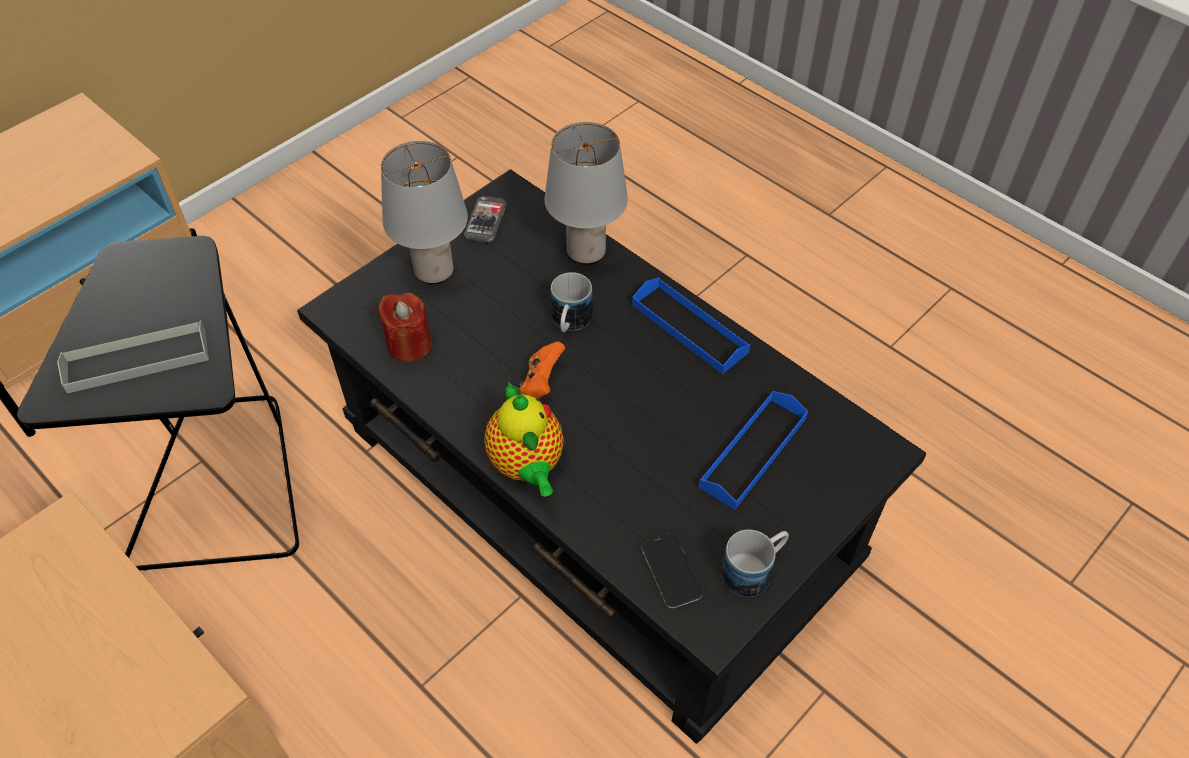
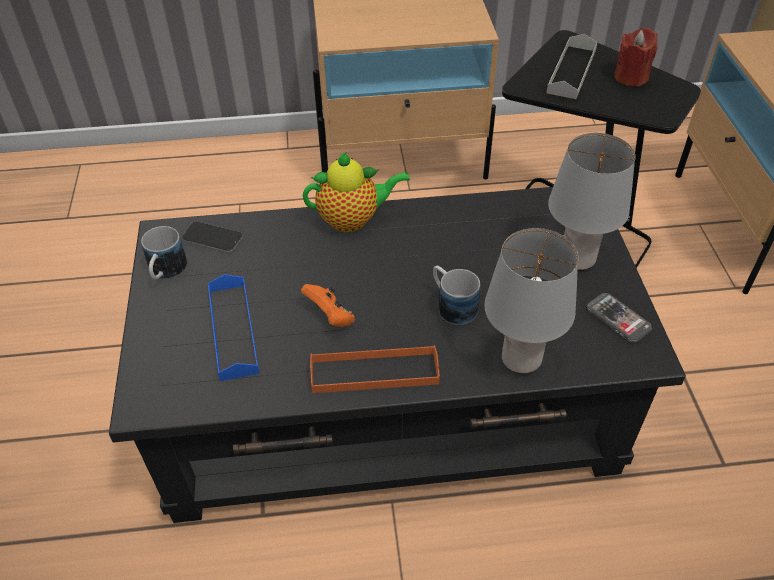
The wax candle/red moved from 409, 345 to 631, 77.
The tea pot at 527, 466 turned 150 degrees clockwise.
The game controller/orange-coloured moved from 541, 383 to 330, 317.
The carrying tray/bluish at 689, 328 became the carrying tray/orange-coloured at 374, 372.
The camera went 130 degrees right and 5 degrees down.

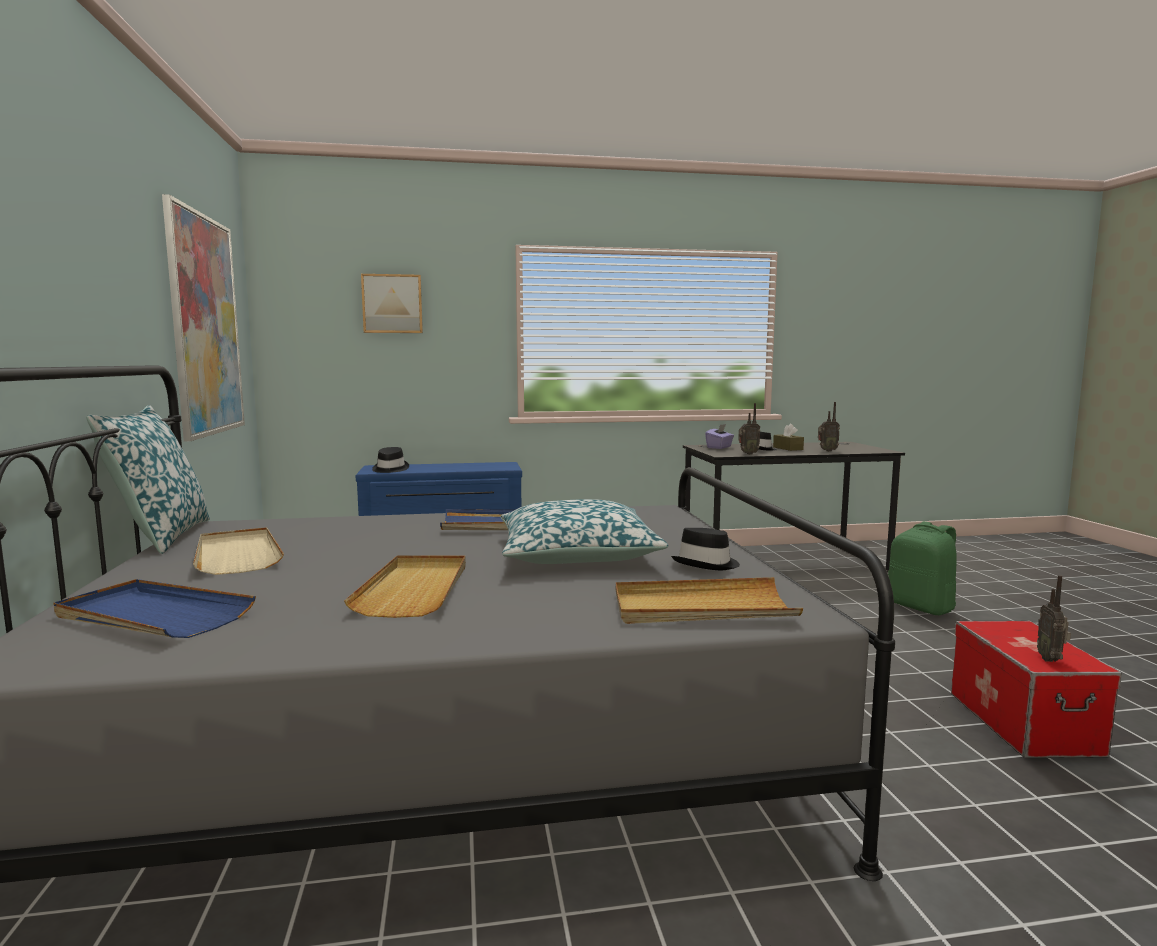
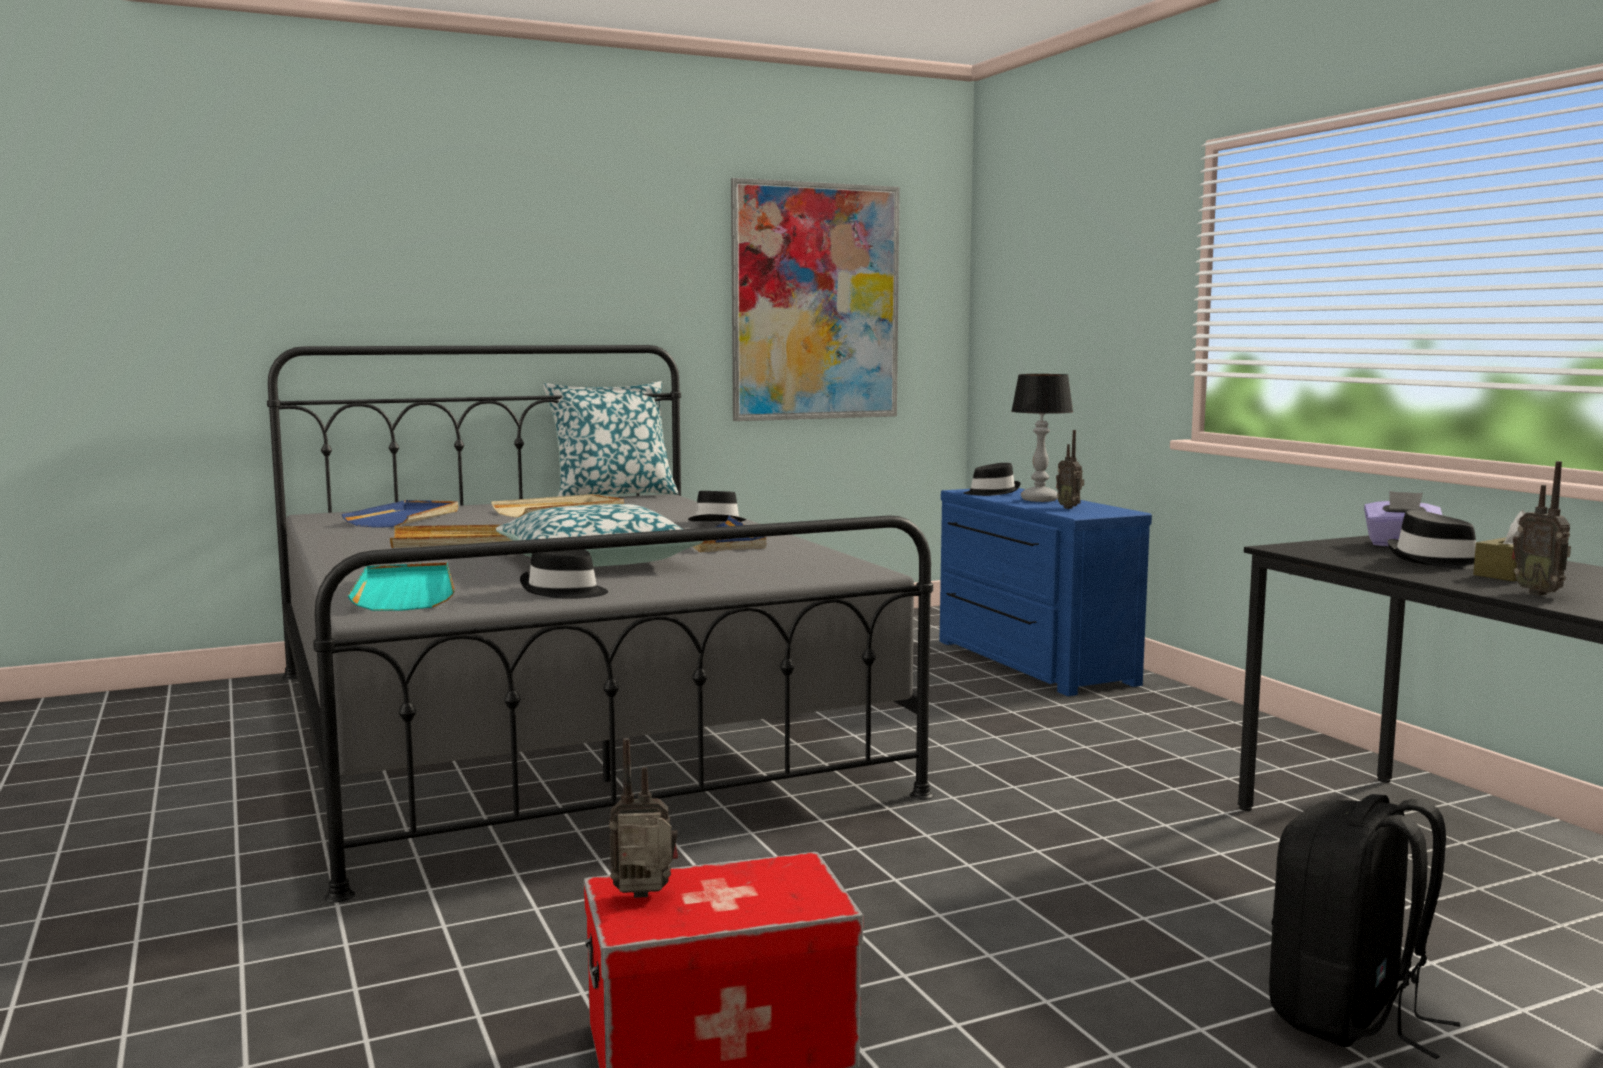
The wall art at 392, 304 disappeared.
The carrying tray/sand-coloured at 701, 608 became the carrying tray/blue-green at 405, 592.
The radio receiver moved from 747, 454 to 1069, 507.
The backpack/green at 921, 607 became the backpack/black-coloured at 1348, 1016.
The wearable hat/black-coloured at 718, 522 appeared.
The lamp for a table at 1039, 500 appeared.
The camera went 75 degrees right and 0 degrees up.

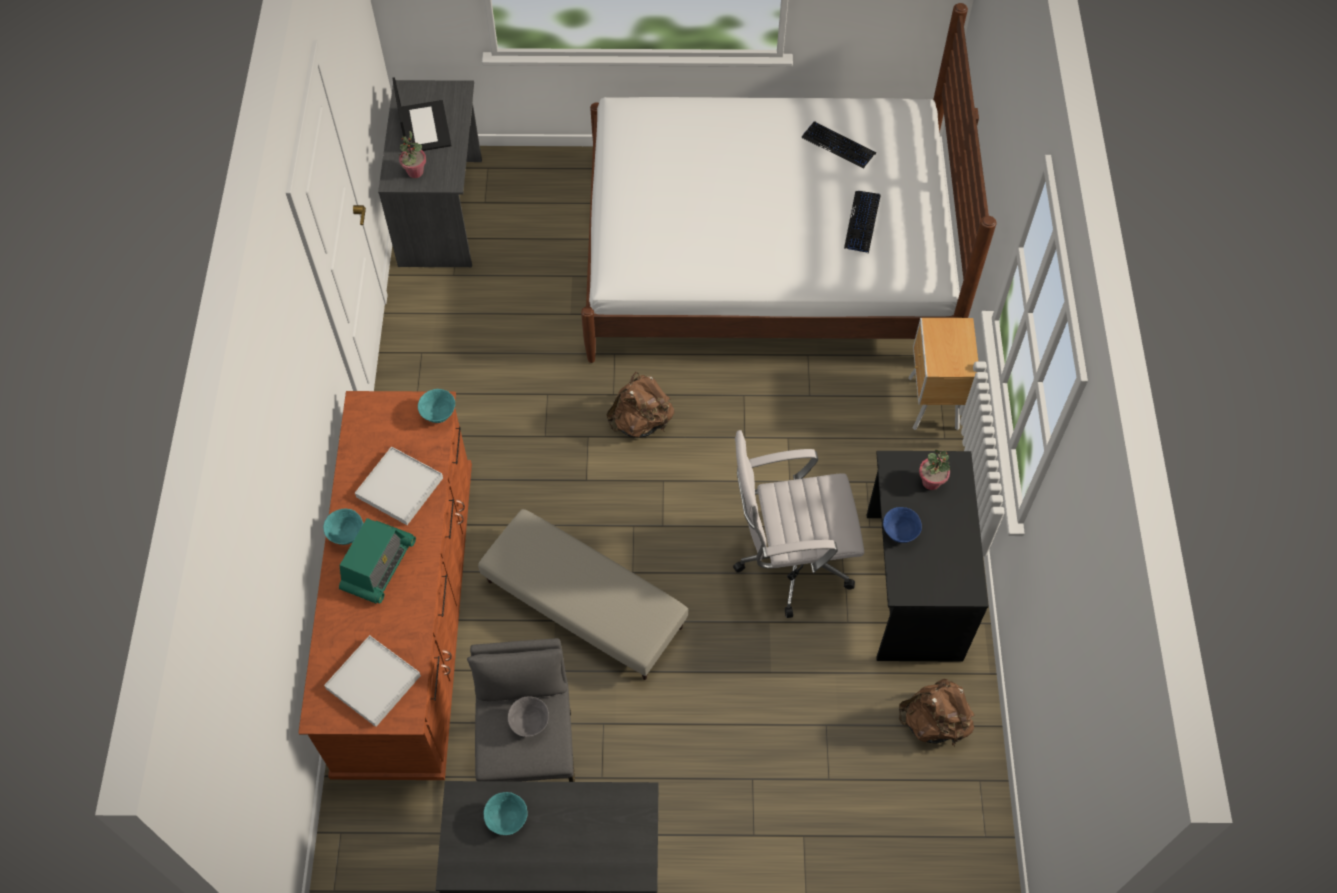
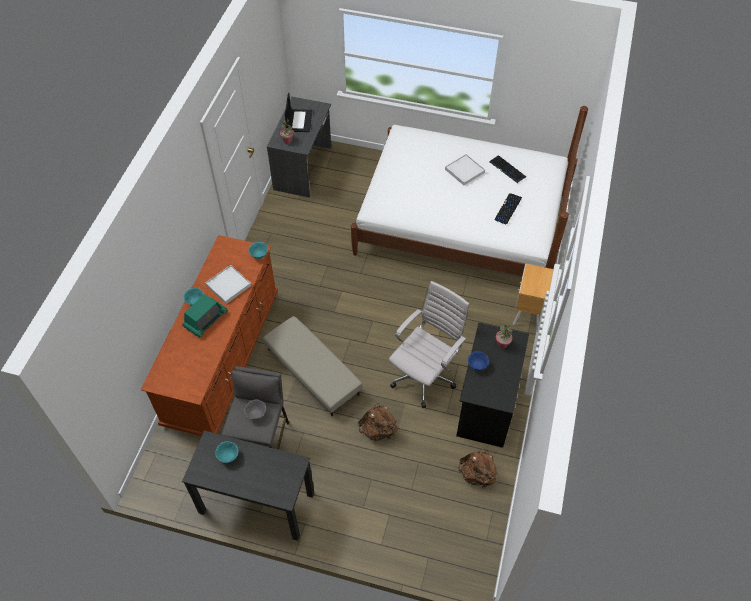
The carrying tray/whitish moved from 373, 682 to 464, 171.
The backpack/brown moved from 641, 422 to 378, 430.
The desk chair/whitish at 788, 562 turned 120 degrees clockwise.
The camera went 15 degrees right and 5 degrees down.

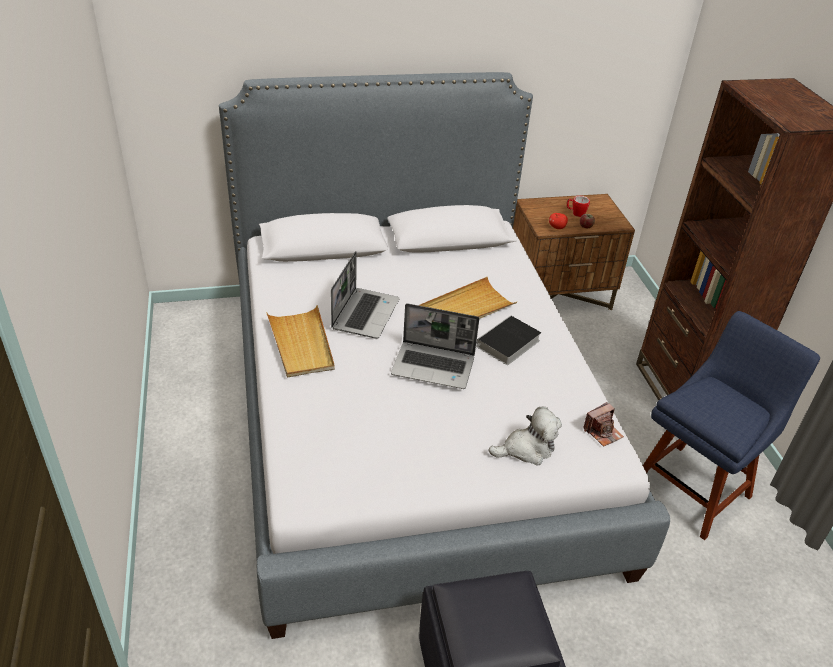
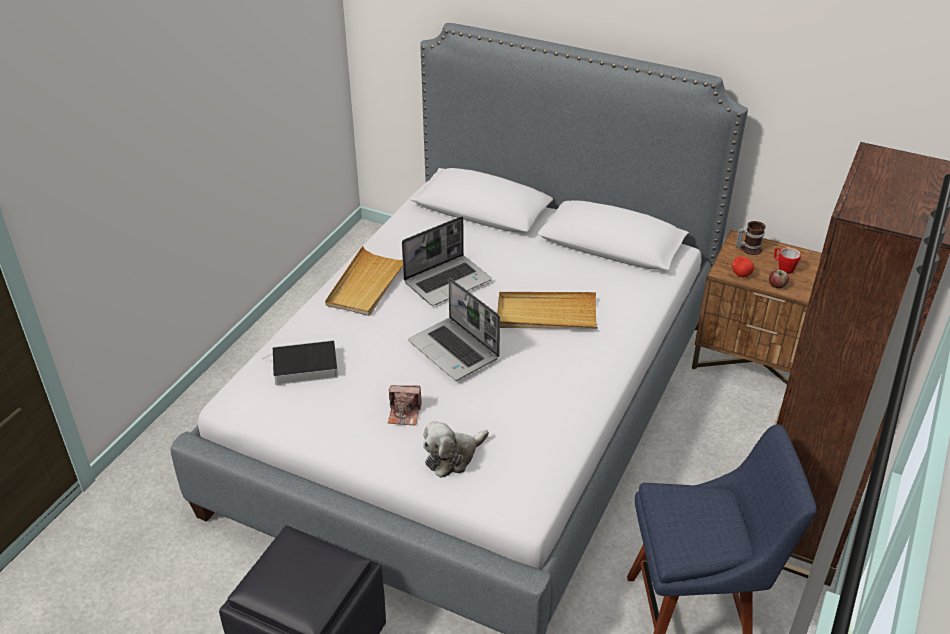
The bound book moved from 507, 344 to 303, 367.
The cuddly toy at 526, 449 turned 120 degrees clockwise.
The still camera moved from 602, 432 to 404, 413.
The coffee mug at 748, 248 appeared.
The camera went 40 degrees right and 0 degrees up.

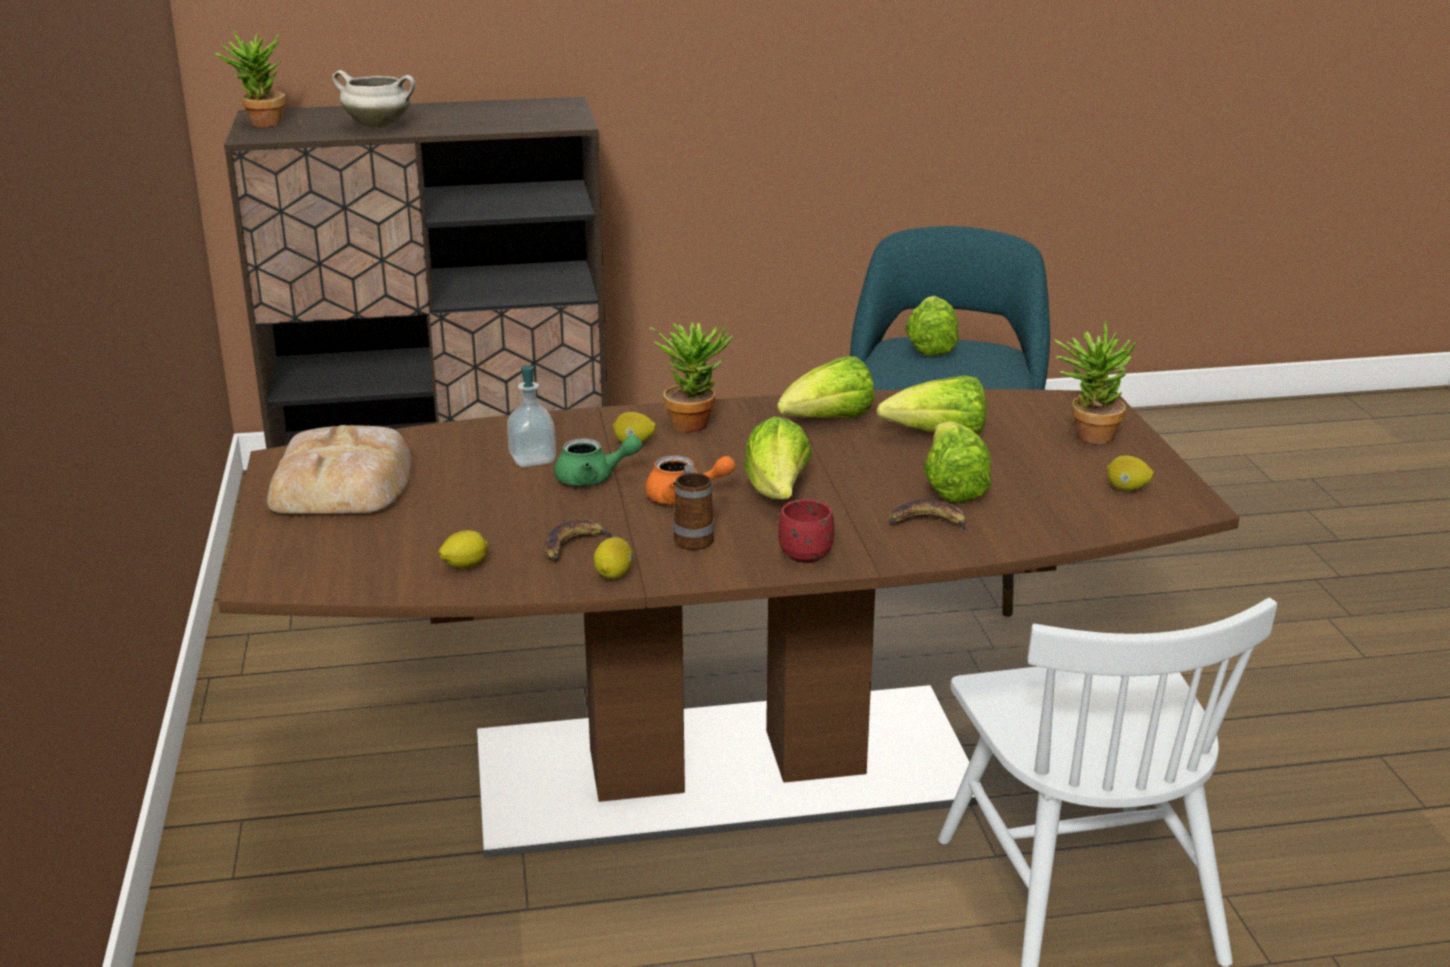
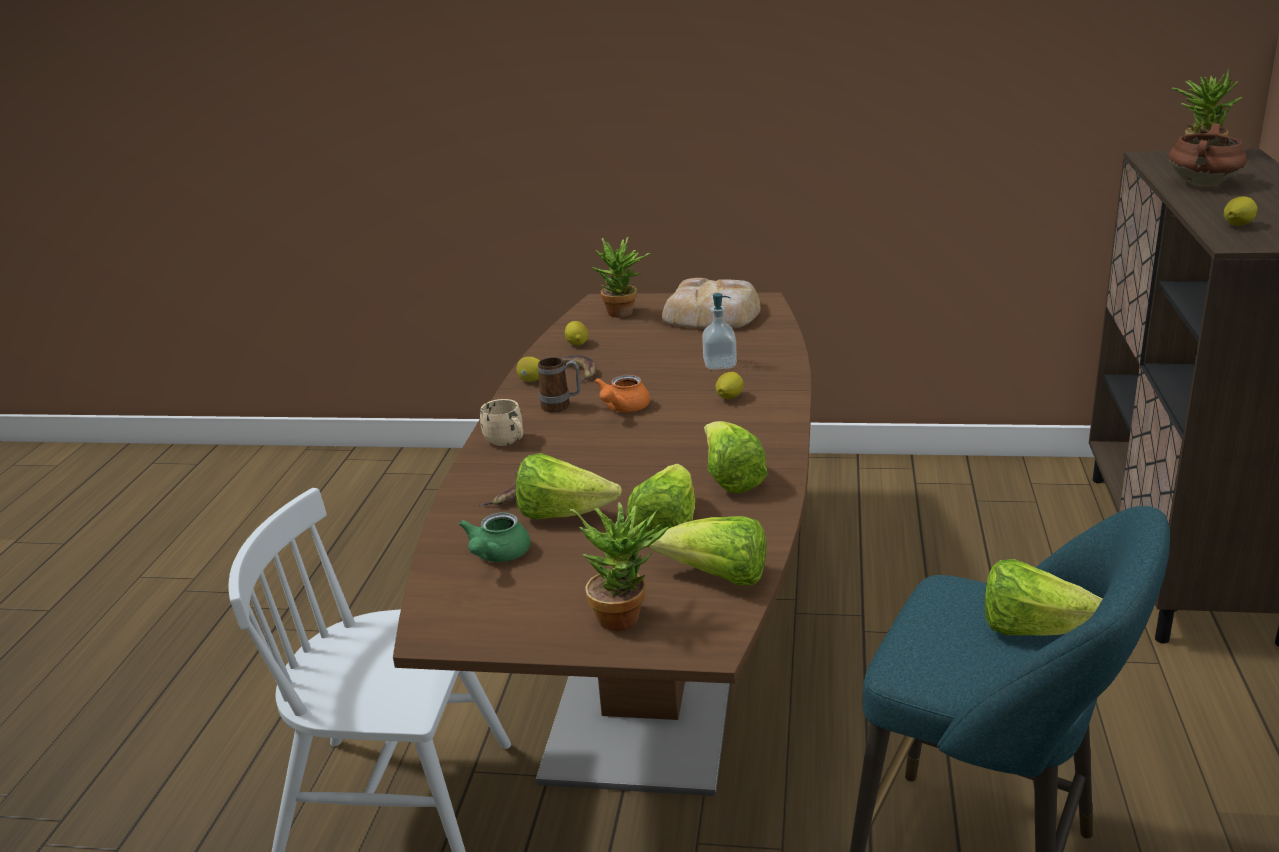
The stockpot/whitish at 379, 126 became the stockpot/brown at 1203, 184.
The tea pot/green moved from 593, 478 to 497, 556.
The plant in a pot moved from 694, 422 to 623, 314.
The head of lettuce moved from 778, 493 to 718, 578.
The coffee mug/red at 808, 551 became the coffee mug/sand-coloured at 507, 442.
The citrus fruit moved from 1127, 489 to 1237, 225.
The camera went 110 degrees right and 0 degrees up.

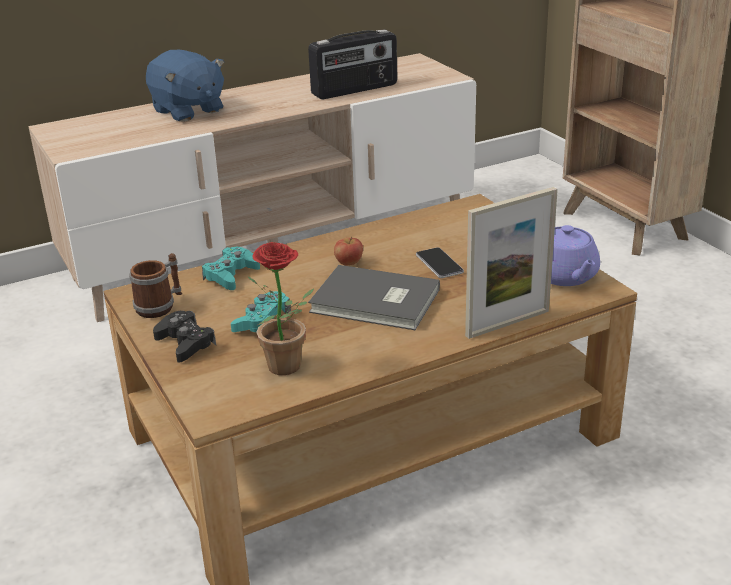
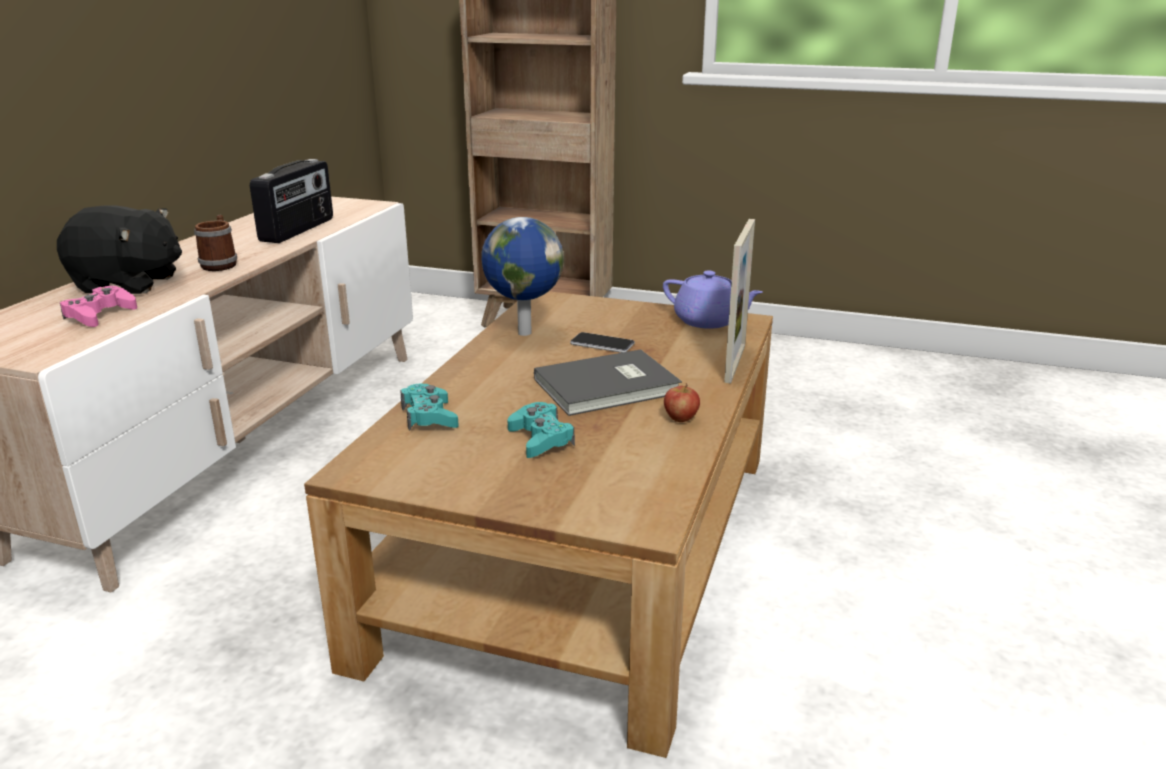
The coffee mug moved from 160, 306 to 221, 264.
The cuddly toy/bluish at 188, 111 became the cuddly toy/black-coloured at 128, 284.
The game controller/black-coloured at 185, 343 disappeared.
The plant in a pot at 288, 369 disappeared.
The apple moved from 348, 263 to 680, 418.
The game controller/pinkish at 99, 315 appeared.
The desk globe at 523, 333 appeared.
The camera went 45 degrees left and 5 degrees down.

